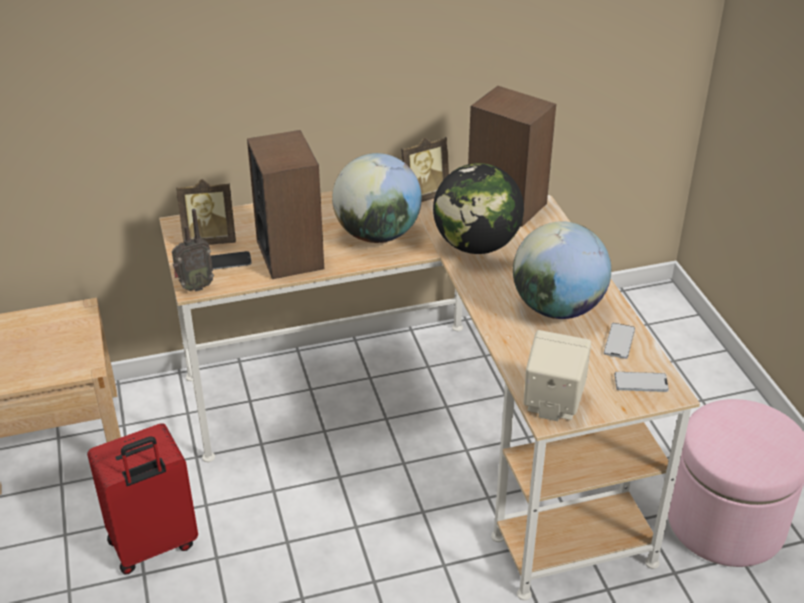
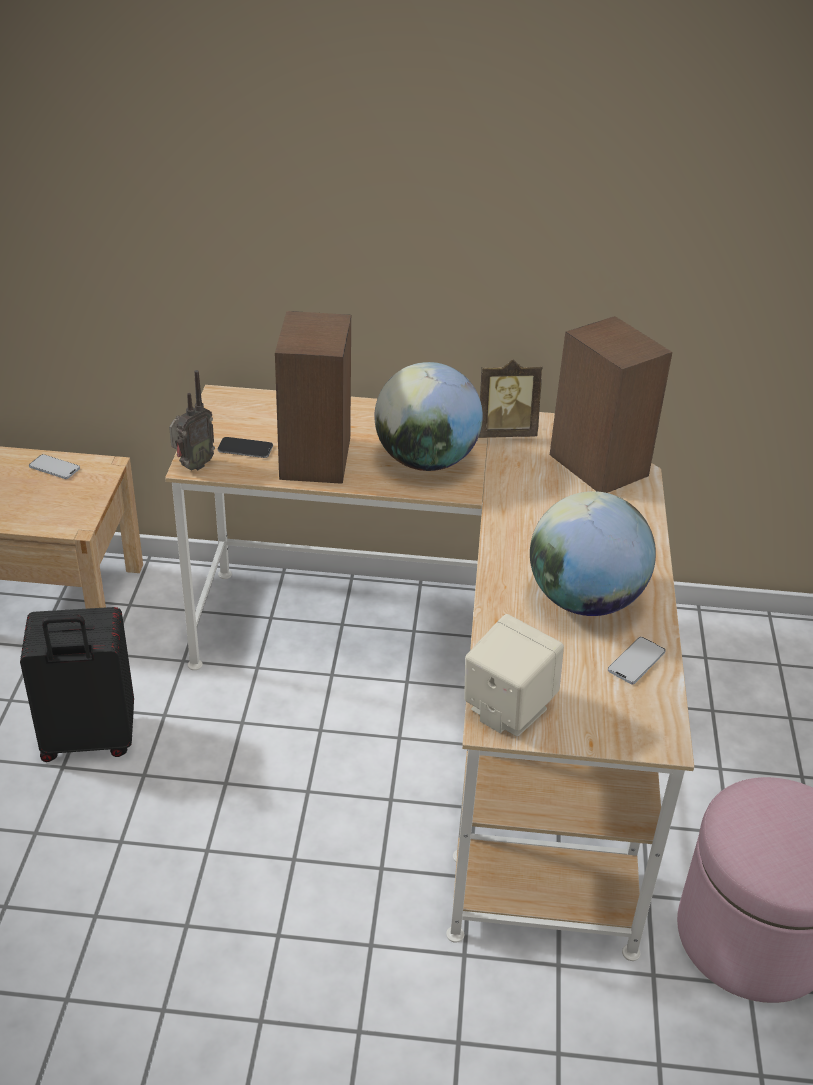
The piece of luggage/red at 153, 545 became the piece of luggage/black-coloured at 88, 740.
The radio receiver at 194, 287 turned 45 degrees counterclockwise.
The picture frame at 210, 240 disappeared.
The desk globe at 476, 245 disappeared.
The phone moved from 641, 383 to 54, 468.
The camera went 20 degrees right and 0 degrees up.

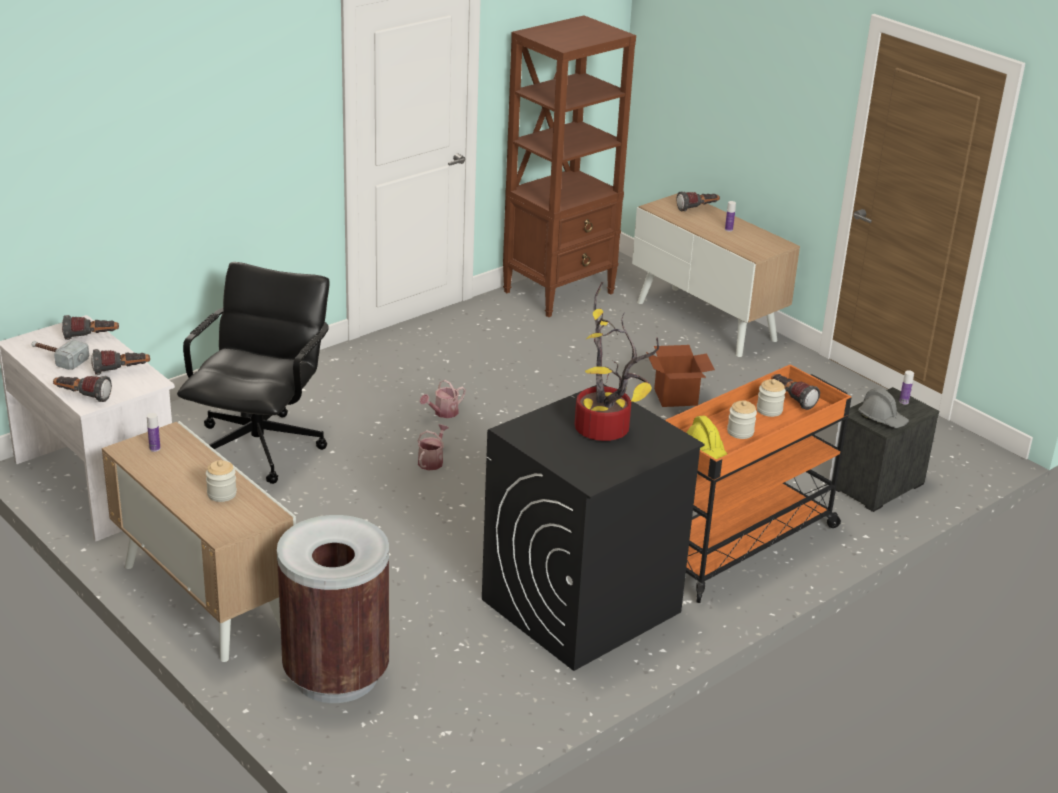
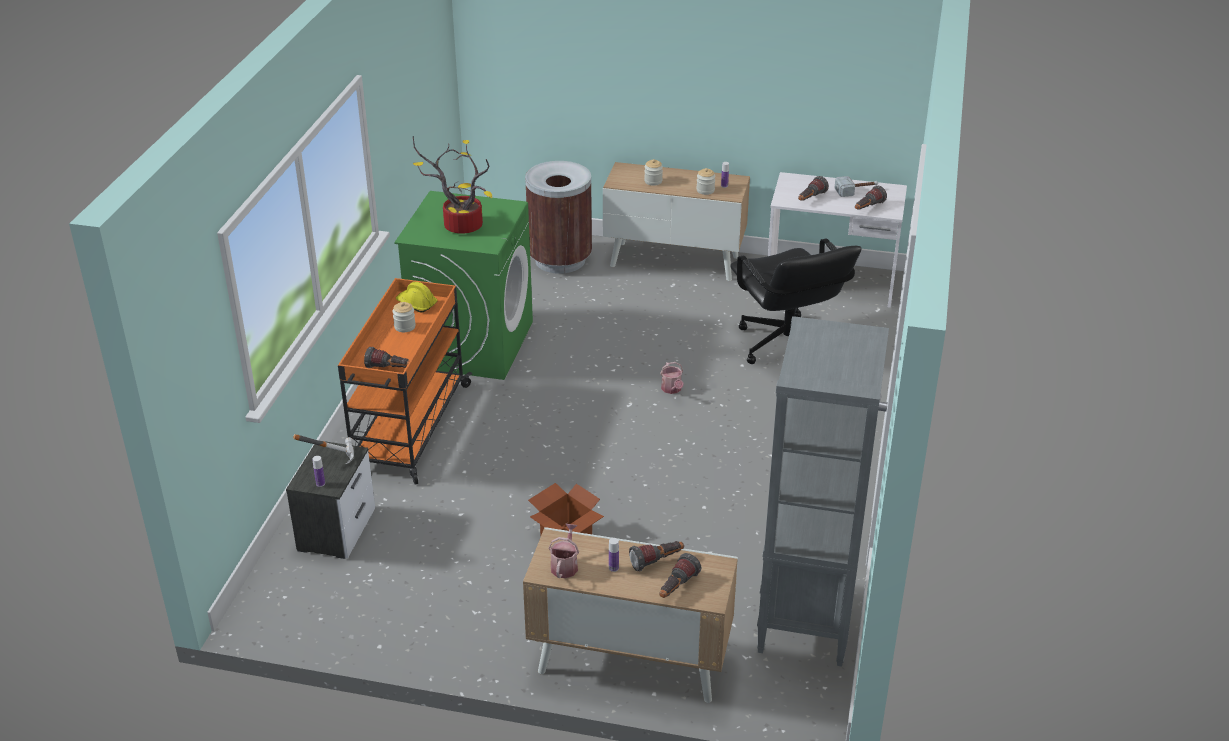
The flashlight moved from 82, 397 to 657, 562.
The sprinkling can moved from 443, 413 to 565, 565.
The laundry appliance/black-coloured at 580, 606 became the laundry appliance/green at 472, 344.
The bookcase/brown at 560, 292 became the bookcase/gray at 805, 622.
The preserve jar moved from 769, 410 to 705, 190.
The work helmet/gray at 882, 419 was replaced by the hammer at 329, 456.
The camera went 145 degrees right and 5 degrees up.

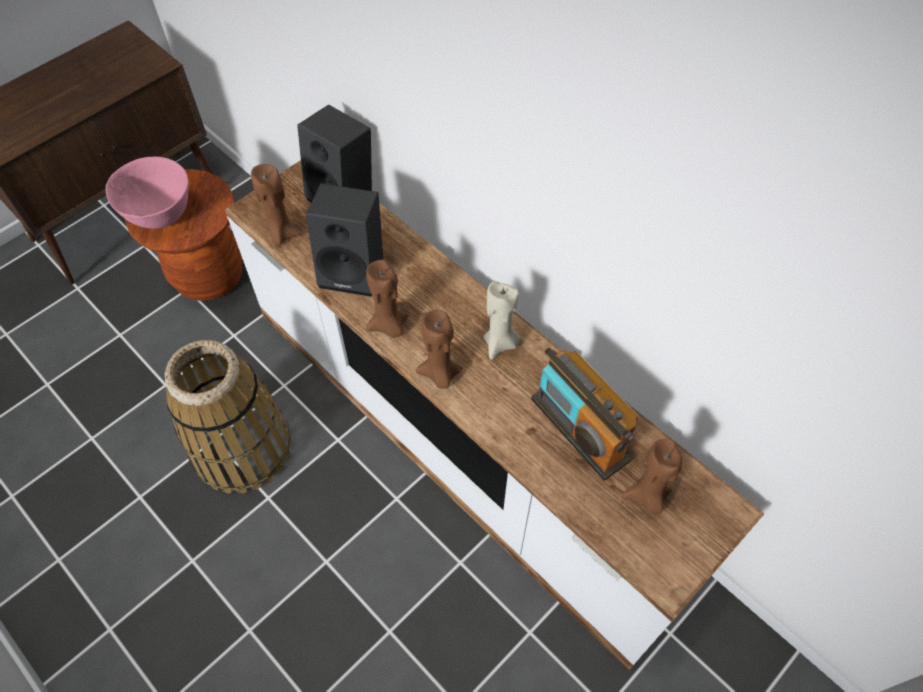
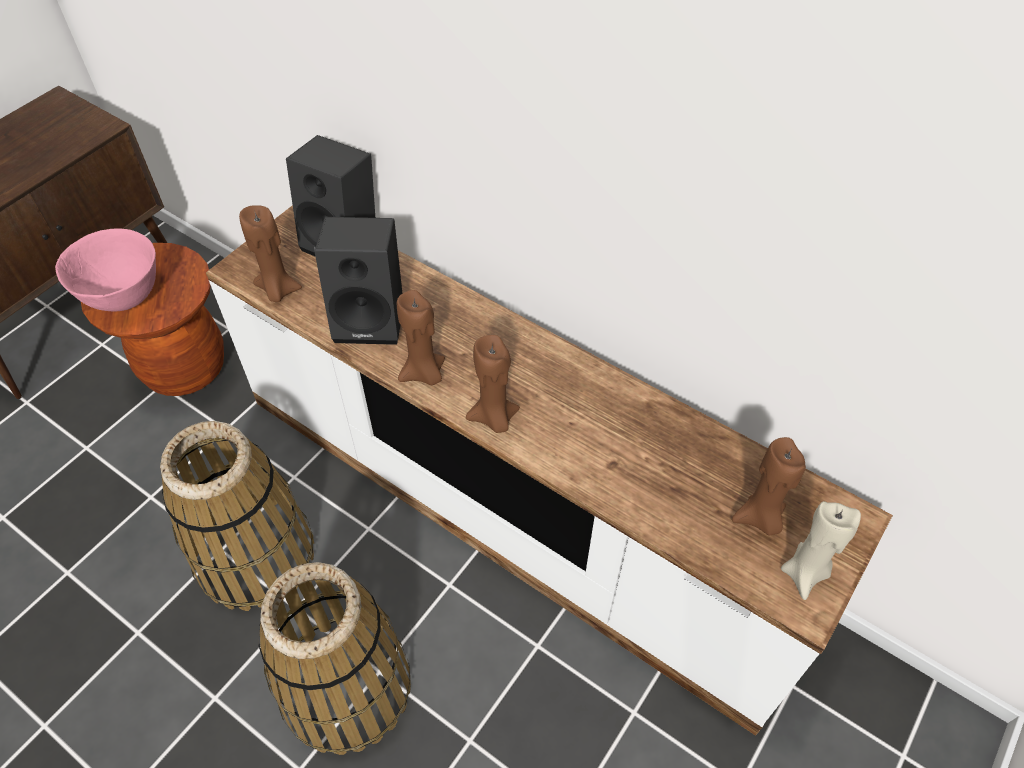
The wax candle/sand-coloured moved from 500, 343 to 805, 573.
The radio receiver at 579, 429 disappeared.
The storage basket at 347, 686 appeared.
The camera went 10 degrees left and 5 degrees down.

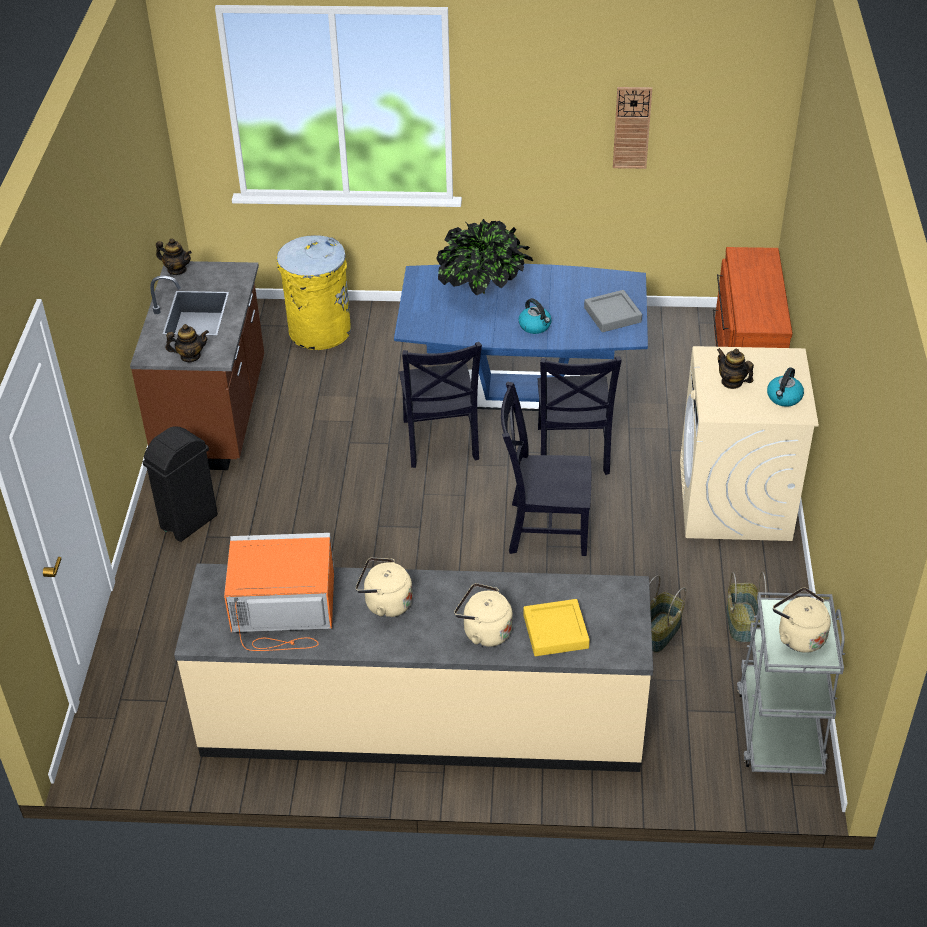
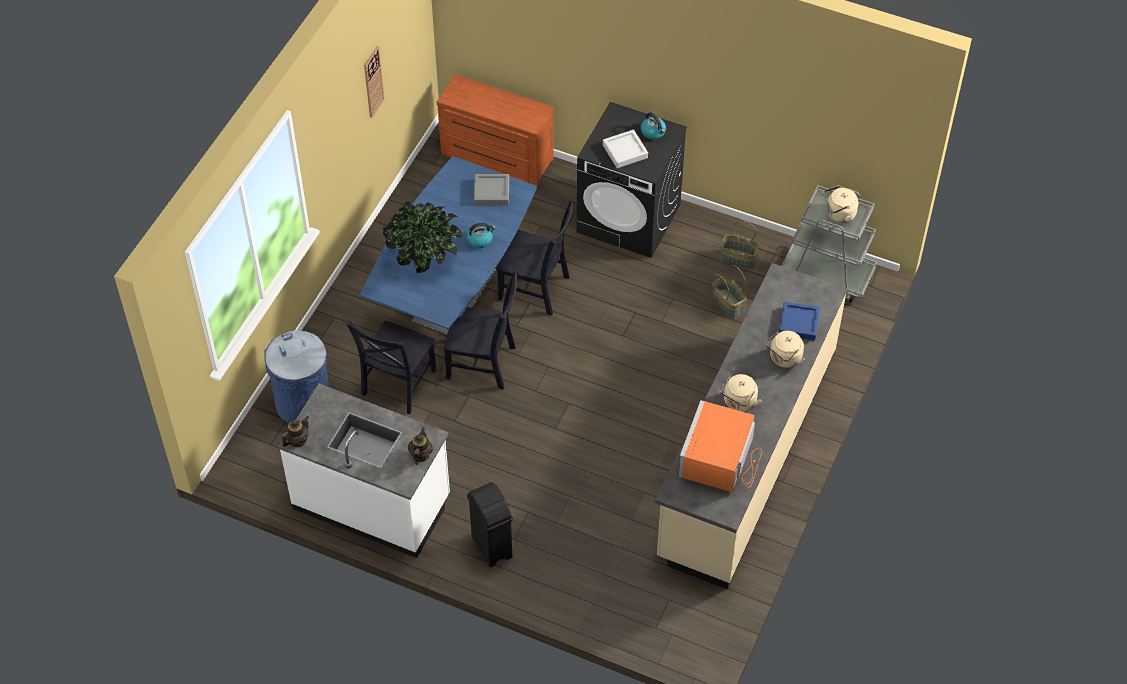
The counter/brown at 214, 415 became the counter/whitish at 372, 502.
The trash can/yellow-coloured at 319, 331 became the trash can/bluish at 303, 404.
The plain chair/black-coloured moved from 544, 528 to 397, 385.
The carrying tray/yellow-coloured at 555, 631 became the carrying tray/bluish at 799, 323.
The laundry appliance/sand-coloured at 735, 500 became the laundry appliance/black-coloured at 629, 218.
The tea pot at 732, 382 was replaced by the carrying tray/gray at 625, 151.
The camera went 70 degrees left and 10 degrees up.

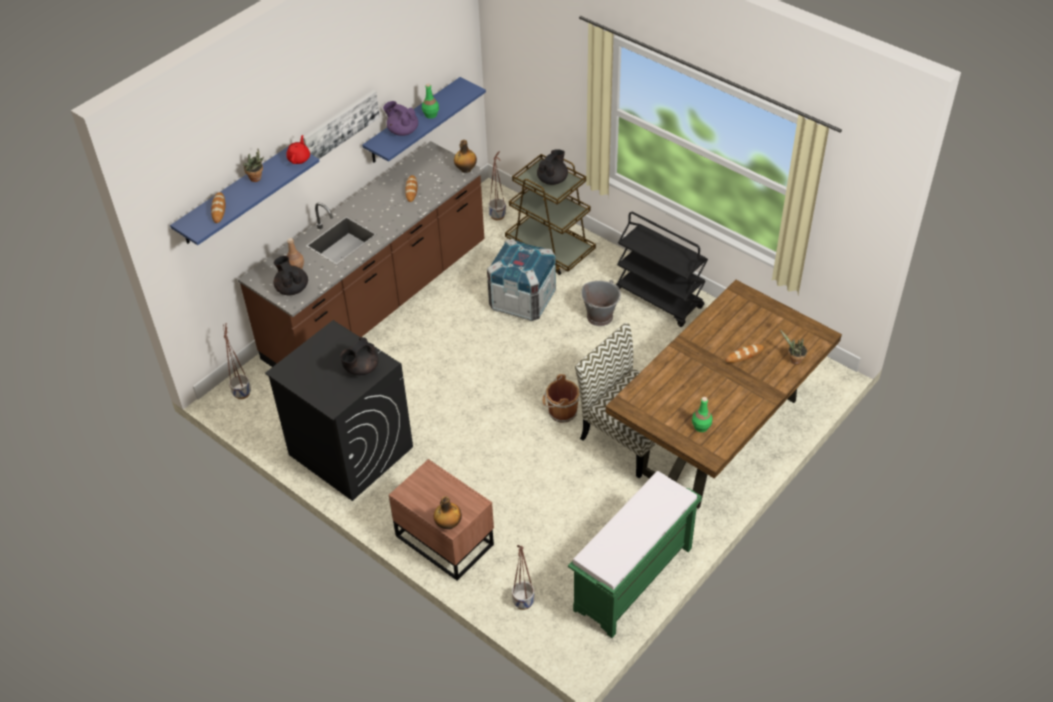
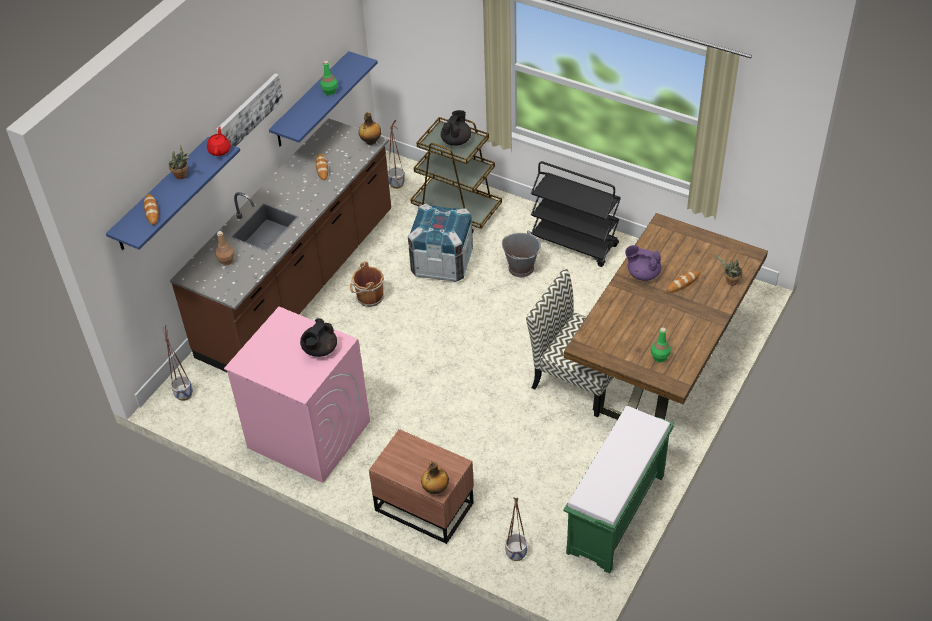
The laundry appliance/black-coloured at 350, 450 became the laundry appliance/pinkish at 308, 434.
The tea pot/black-coloured at 292, 288 disappeared.
The tea pot/purplish moved from 402, 131 to 642, 274.
The pail/brown moved from 561, 412 to 368, 298.
The camera went 10 degrees left and 0 degrees up.

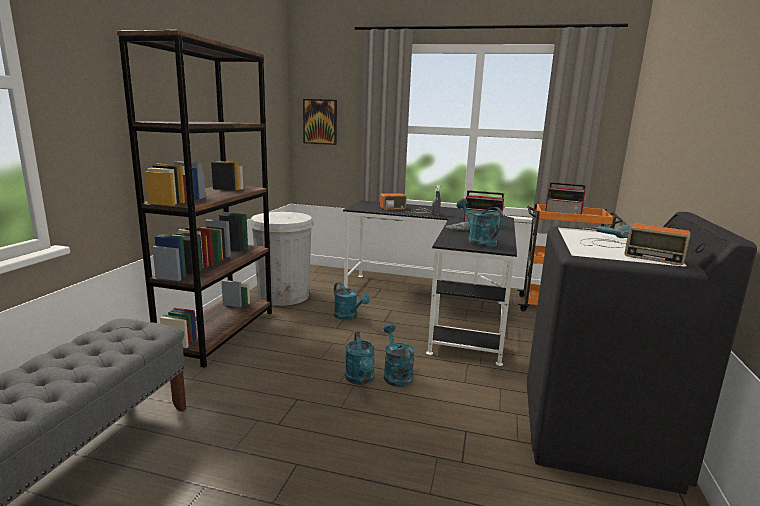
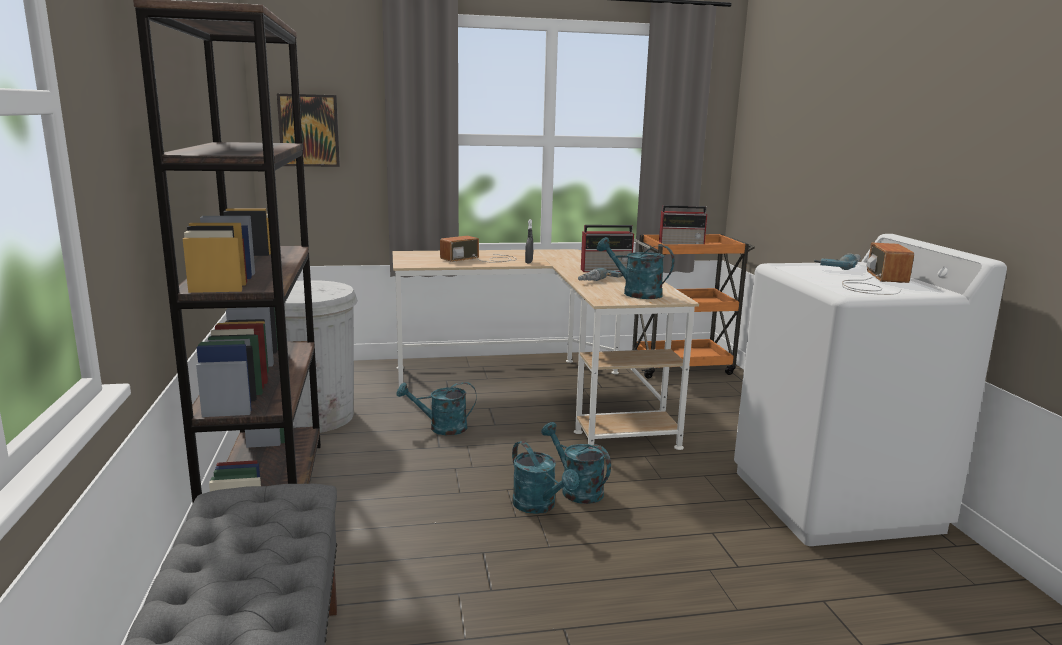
The sprinkling can/blue-green at 348, 317 turned 150 degrees clockwise.
The desk unit/black-coloured at 437, 306 became the desk unit/sand-coloured at 544, 391.
The laundry appliance/black-coloured at 596, 436 became the laundry appliance/whitish at 835, 501.
The radio receiver at 626, 250 turned 90 degrees counterclockwise.
The camera went 25 degrees left and 0 degrees up.

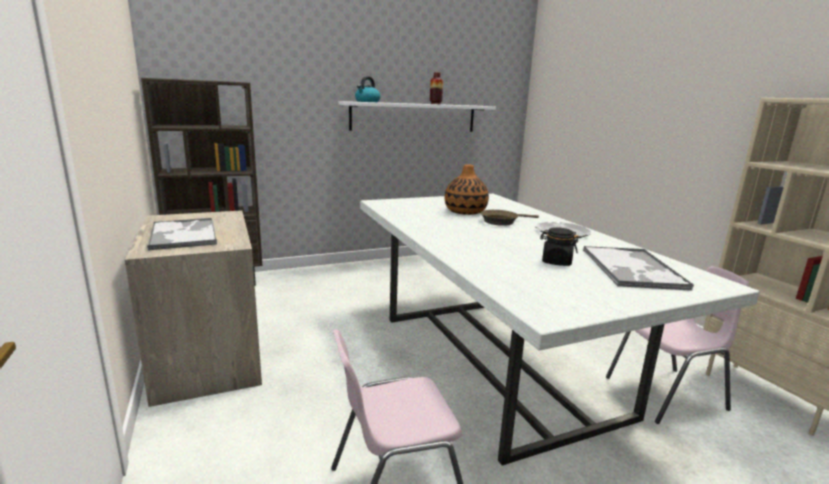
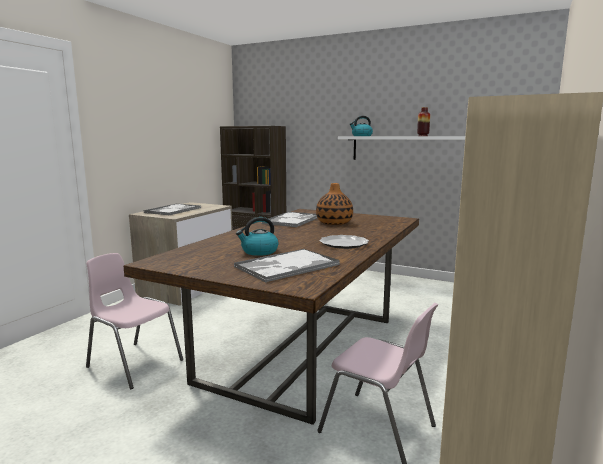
The kitchen table/whitish at 493, 360 became the kitchen table/brown at 304, 347.
The pan/brown at 501, 221 disappeared.
The preserve jar/black-coloured at 556, 262 was replaced by the kettle at 259, 252.
The carrying tray at 292, 220 appeared.
The camera went 50 degrees right and 5 degrees down.

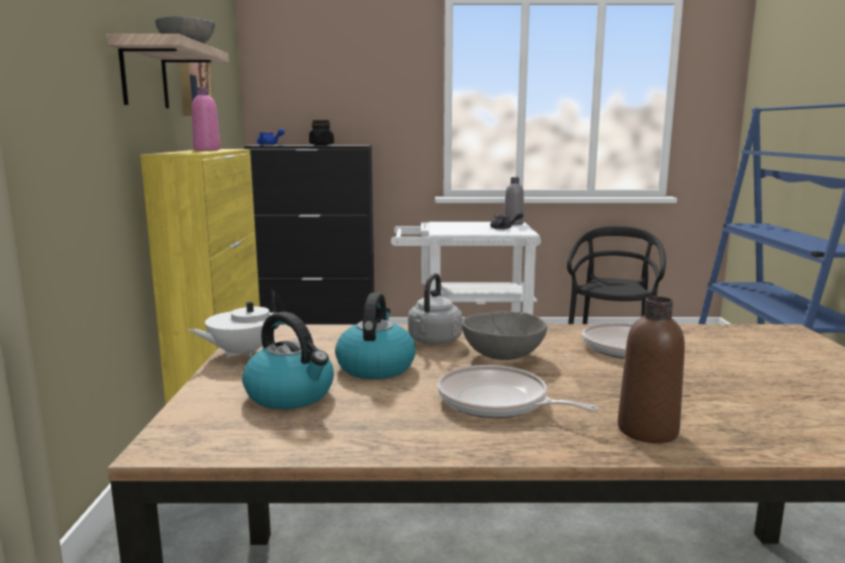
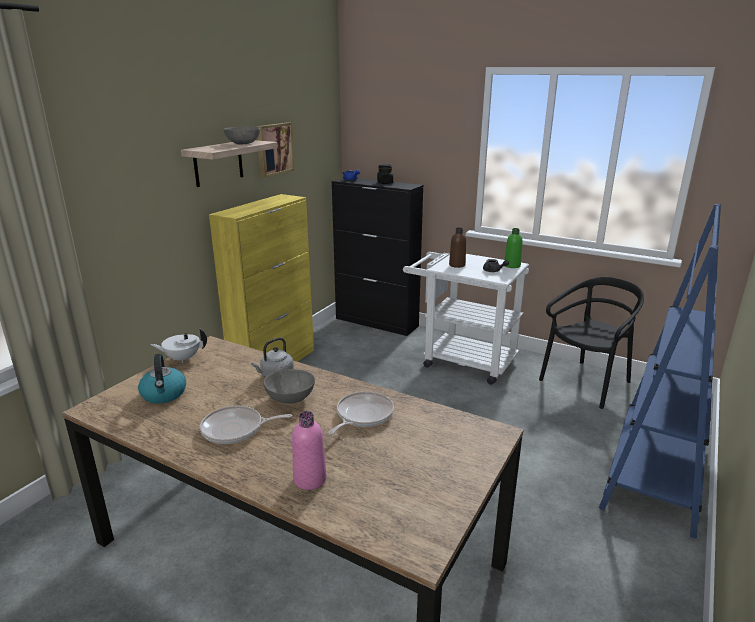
The drink bottle/pinkish moved from 207, 150 to 310, 479.
The kettle at 375, 366 disappeared.
The pan at 497, 402 turned 75 degrees counterclockwise.
The drink bottle/gray at 513, 224 became the drink bottle/green at 512, 265.
The drink bottle/brown moved from 647, 430 to 457, 265.
The camera went 30 degrees right and 10 degrees up.

